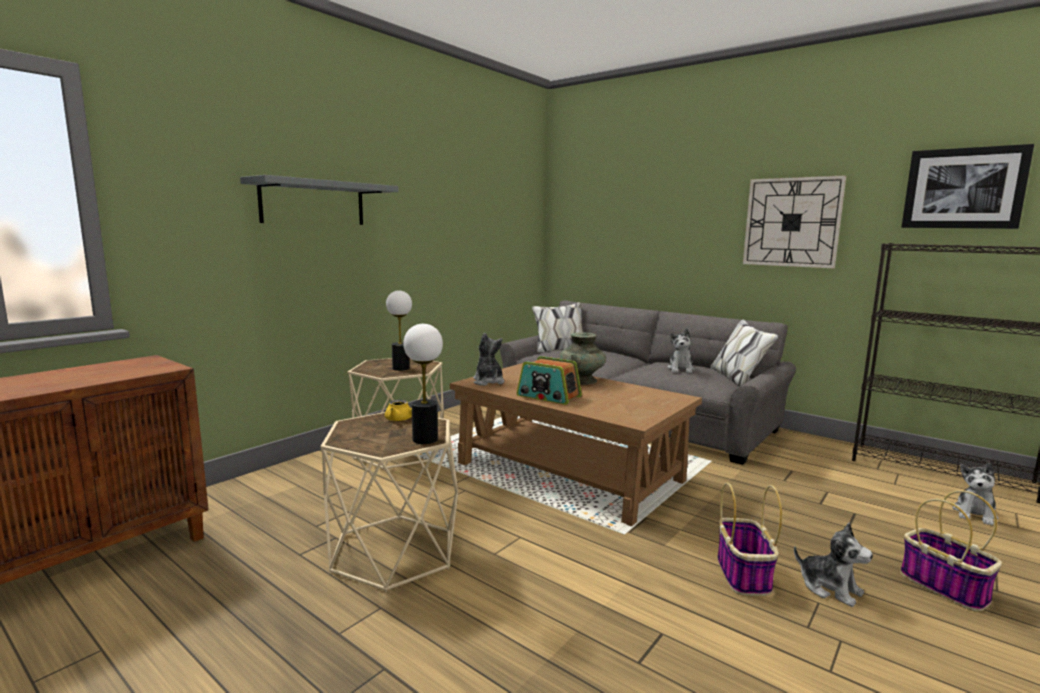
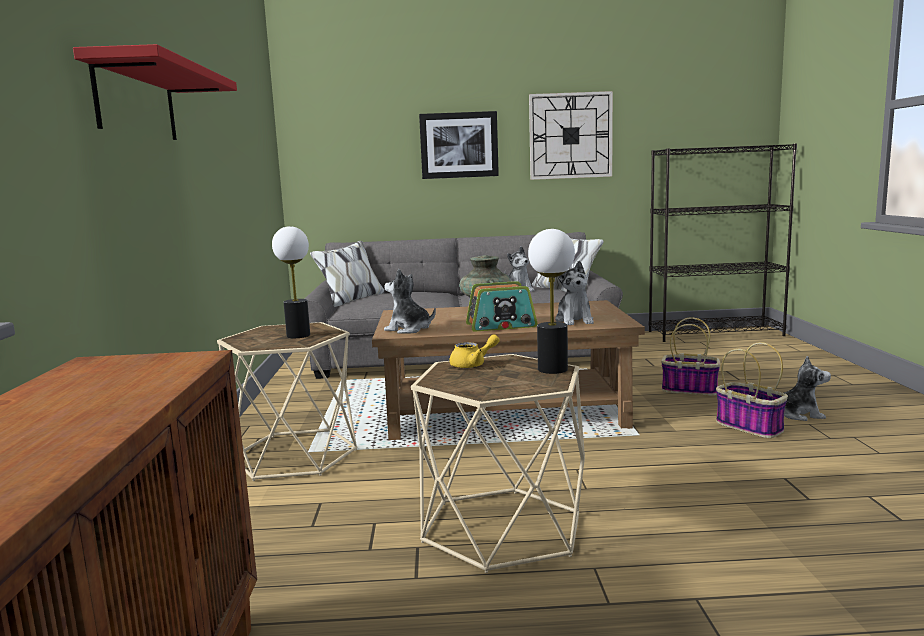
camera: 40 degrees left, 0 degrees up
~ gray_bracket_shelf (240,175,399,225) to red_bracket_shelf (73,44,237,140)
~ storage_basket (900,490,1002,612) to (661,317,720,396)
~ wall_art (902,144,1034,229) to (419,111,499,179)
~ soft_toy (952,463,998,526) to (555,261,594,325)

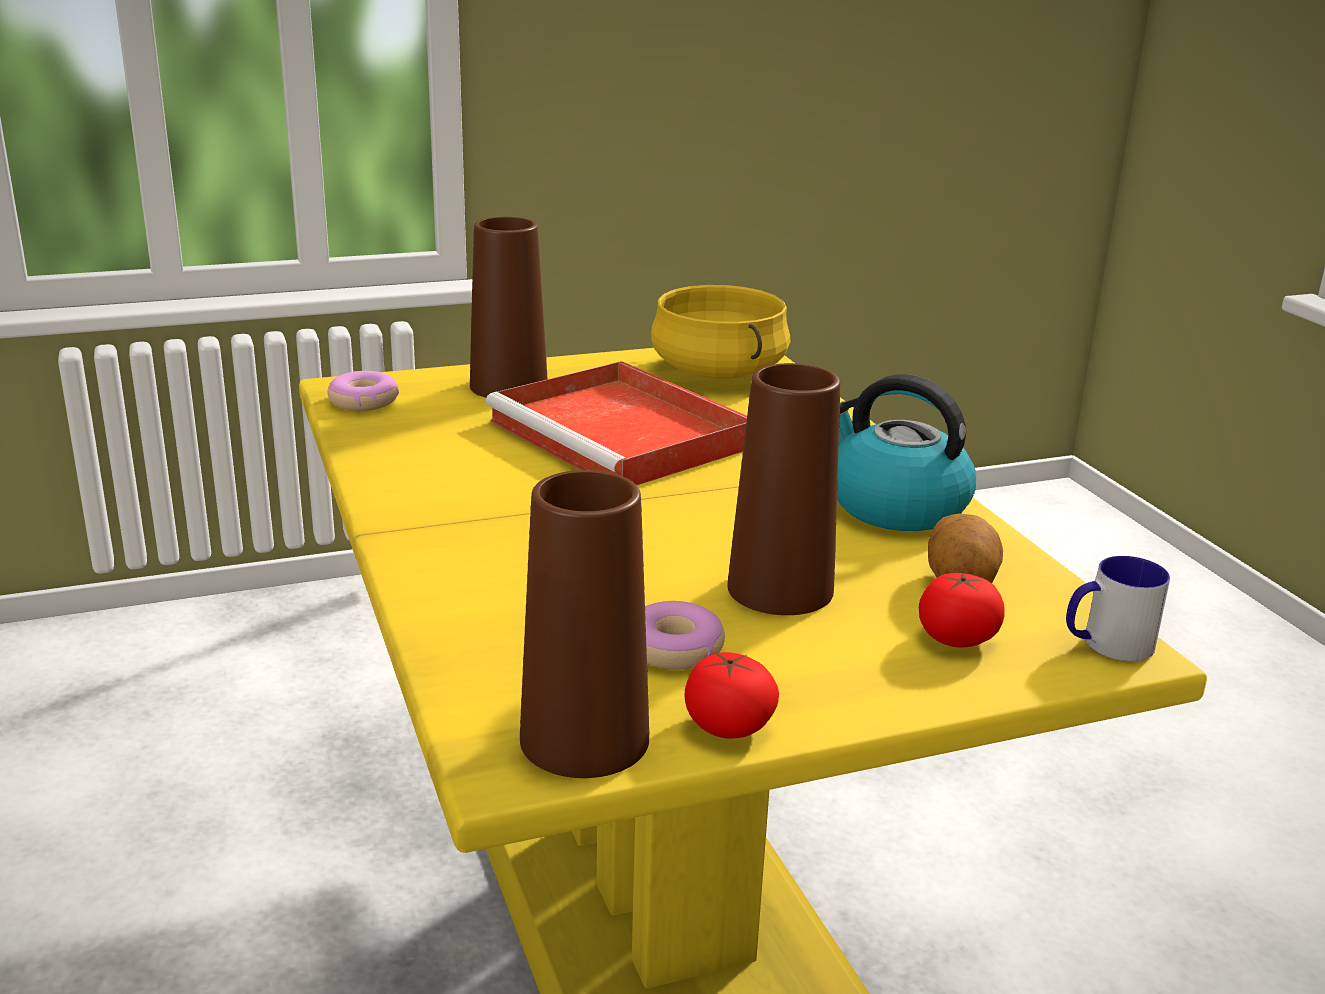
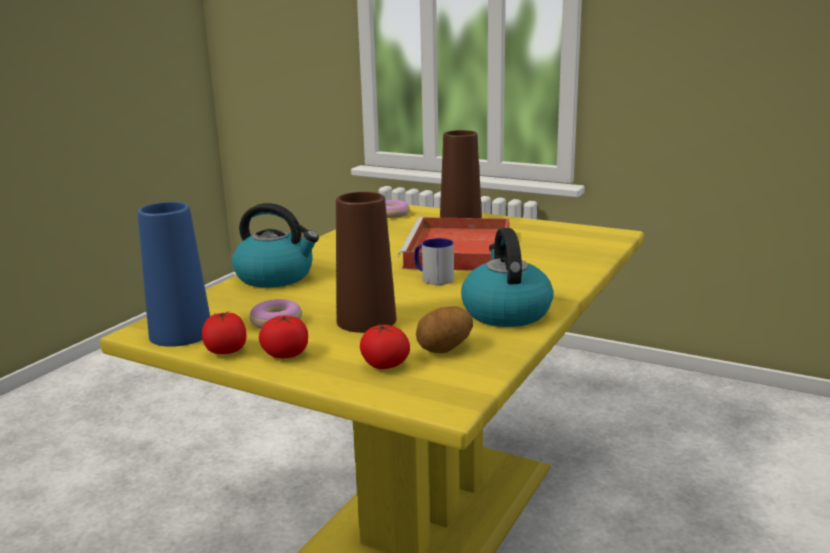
camera: 50 degrees right, 5 degrees down
~ brown-coloured_decorative_vase (520,470,649,778) to blue_decorative_vase (137,202,210,347)
- yellow-coloured_saucepot (651,285,790,379)
~ tea_mug (1066,556,1170,661) to (414,238,454,285)
+ tea_kettle (232,203,319,288)
+ fresh_tomato (259,315,308,358)

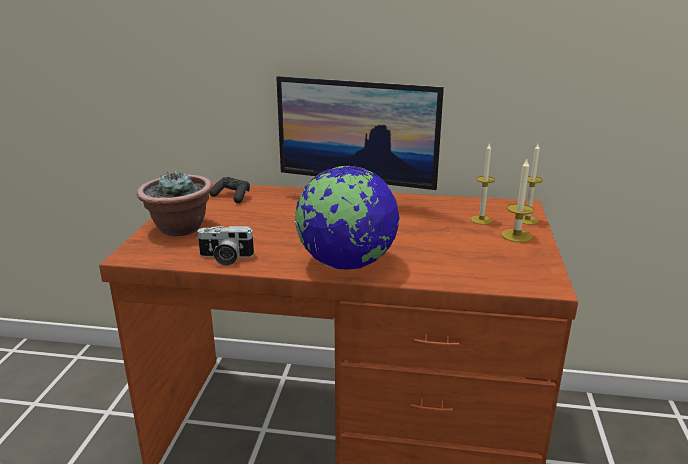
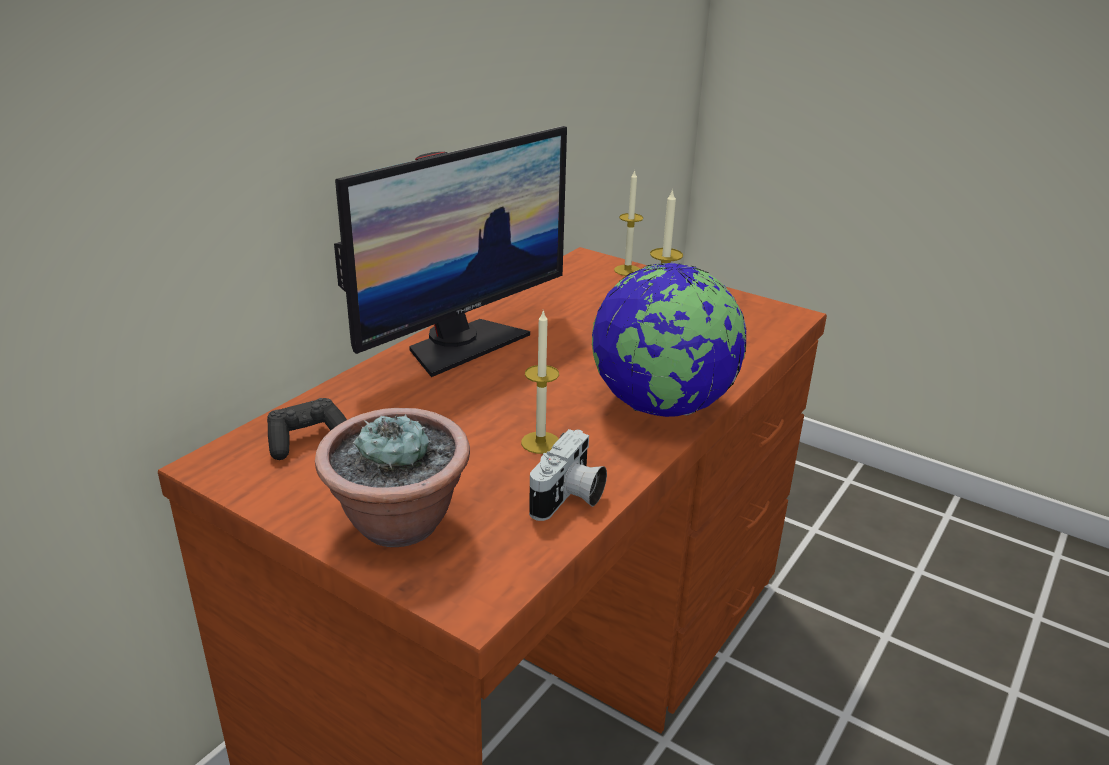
camera: 65 degrees left, 5 degrees up
~ wax_candle (471,143,495,225) to (521,310,559,454)

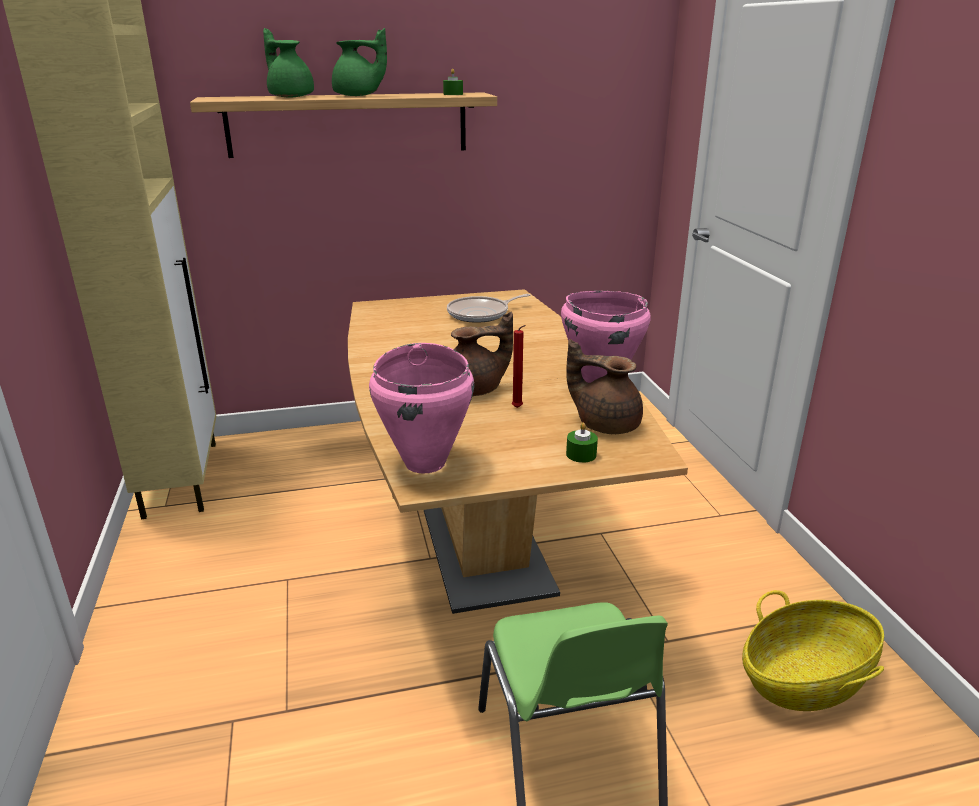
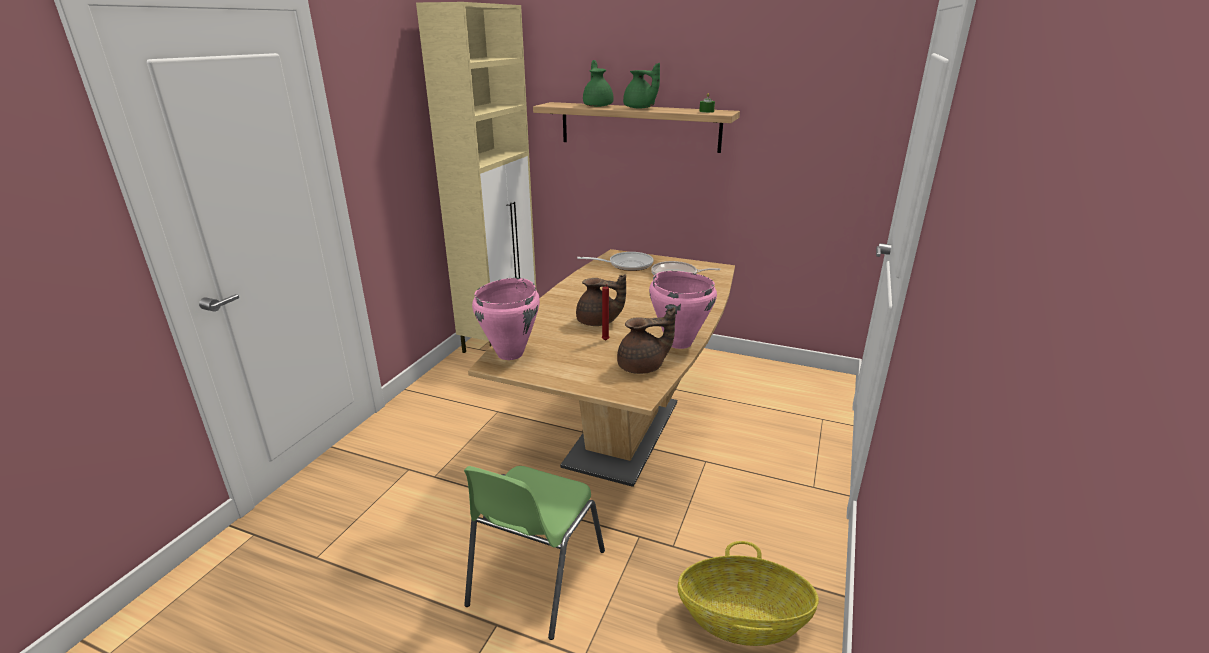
camera: 35 degrees right, 0 degrees up
~ brown-coloured_teapot (566,339,643,434) = (617,307,676,374) 105 degrees clockwise
- greenish_wax_candle (566,423,598,463)
+ frying_pan (577,252,654,271)

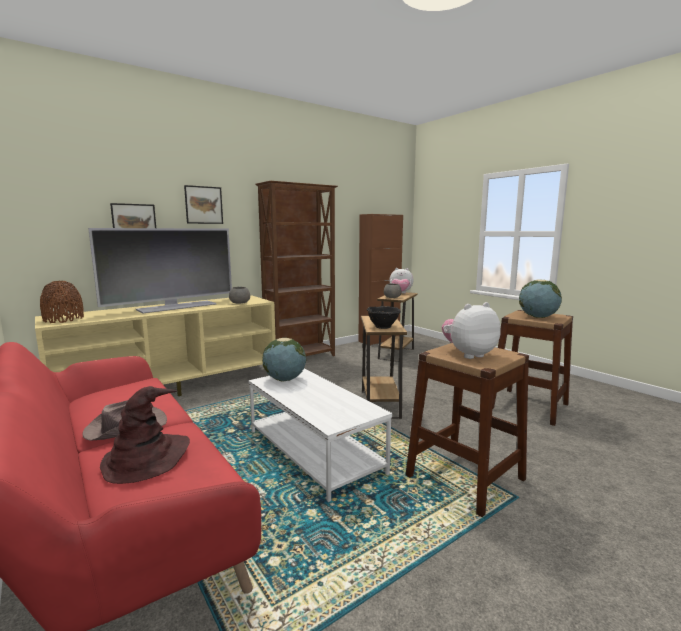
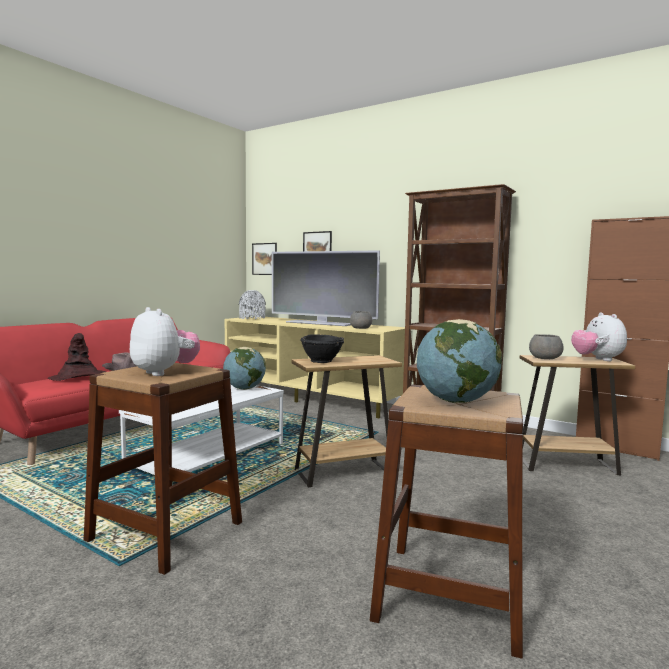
camera: 70 degrees right, 5 degrees down
~ brown-coloured_decorative_vase (40,281,84,323) to gray_decorative_vase (239,290,266,319)
~ wall_art (184,185,223,224) to (252,243,277,275)

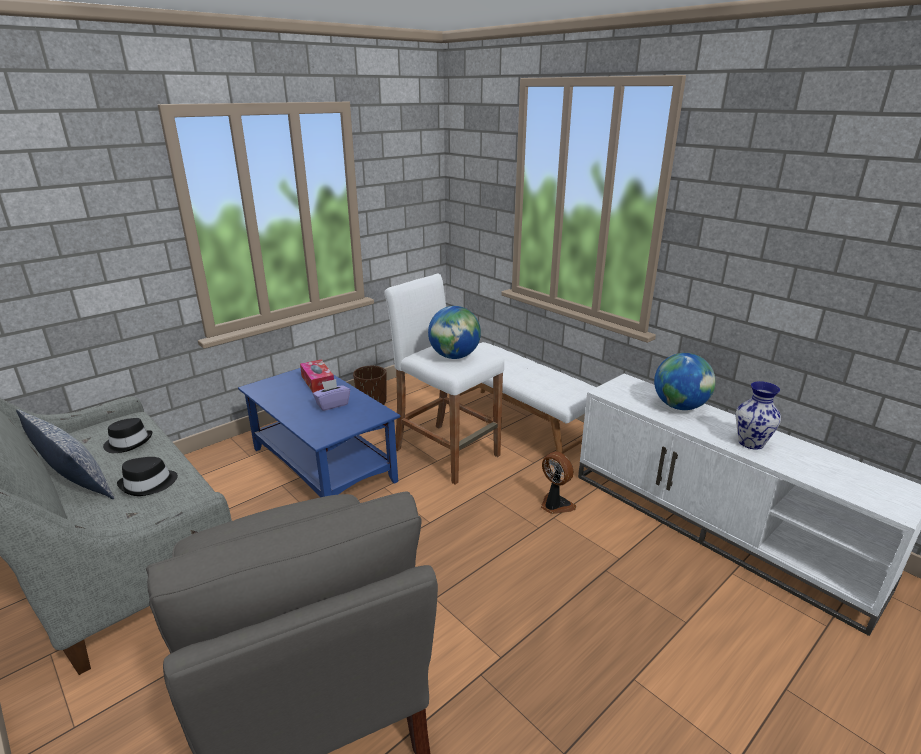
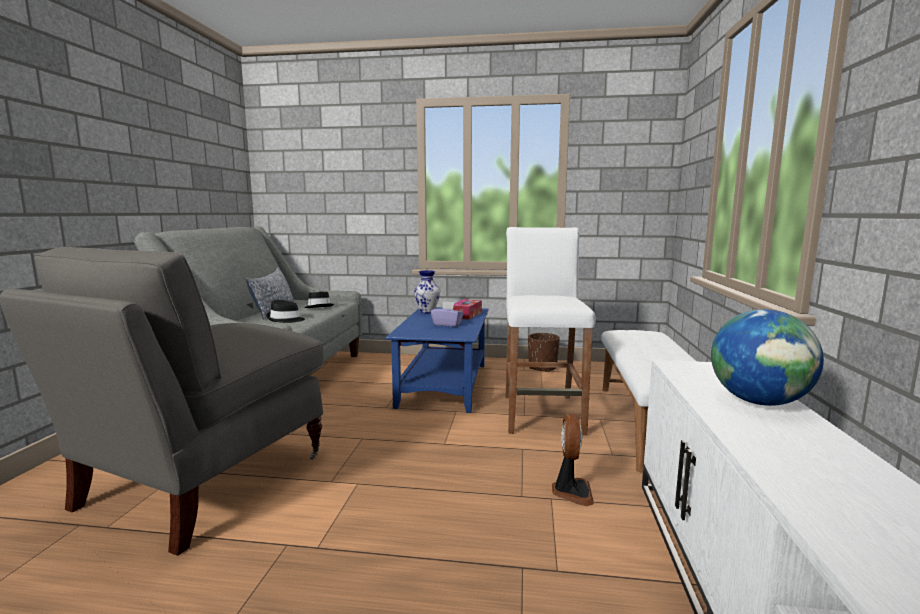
camera: 50 degrees right, 15 degrees down
- desk_globe (428,306,481,359)
~ decorative_vase (736,381,781,450) to (414,270,440,313)

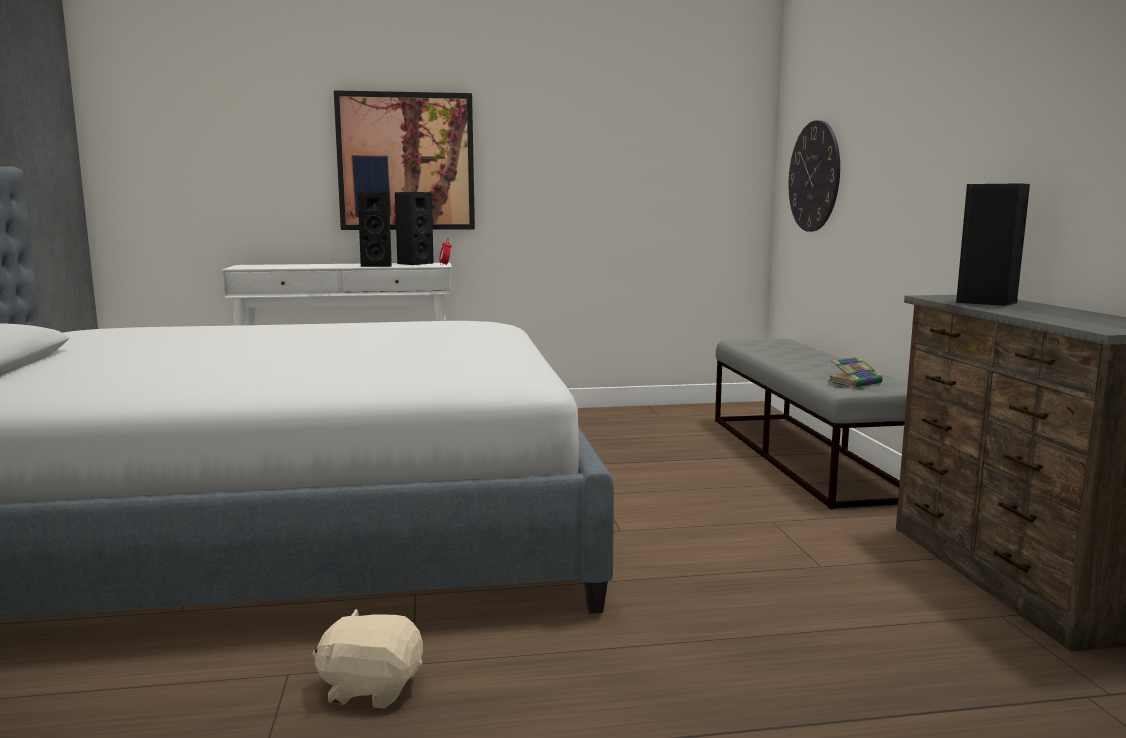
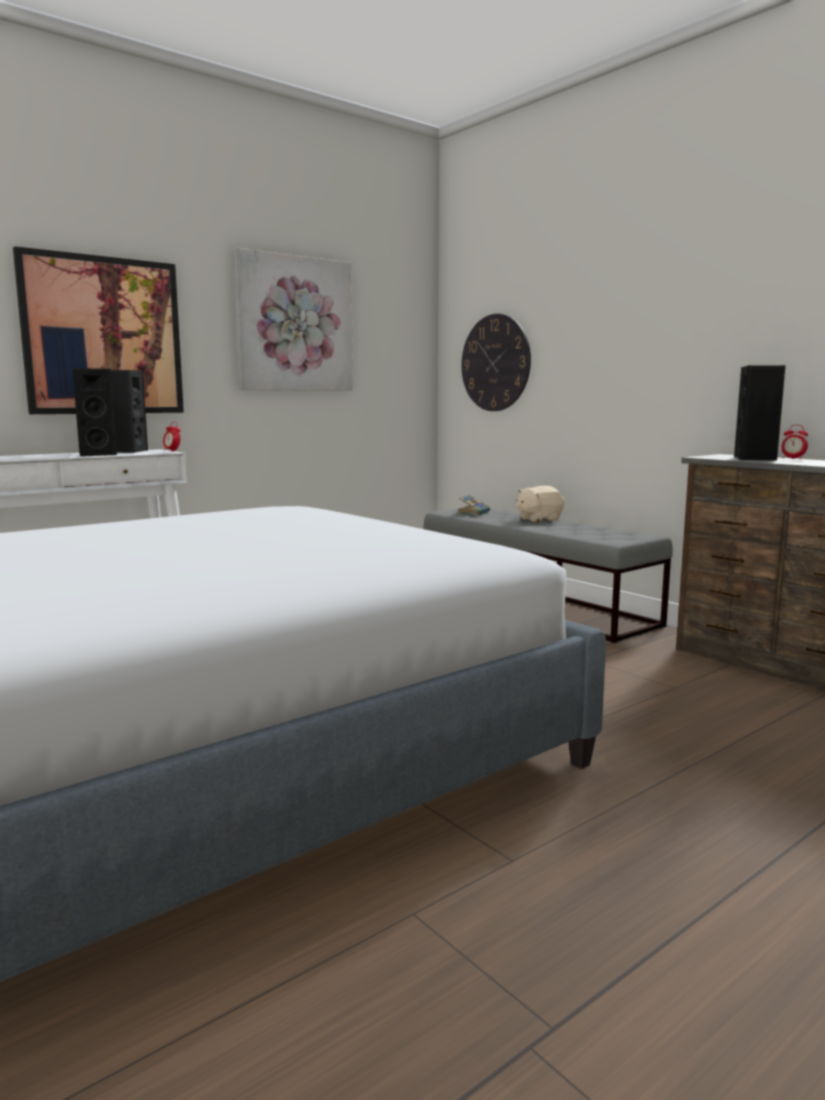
camera: 30 degrees left, 0 degrees up
~ beige_soft_toy (312,609,423,709) to (516,486,564,522)
~ volume (827,357,883,388) to (457,495,490,515)
+ wall_art (233,248,353,391)
+ table_clock (782,425,808,459)

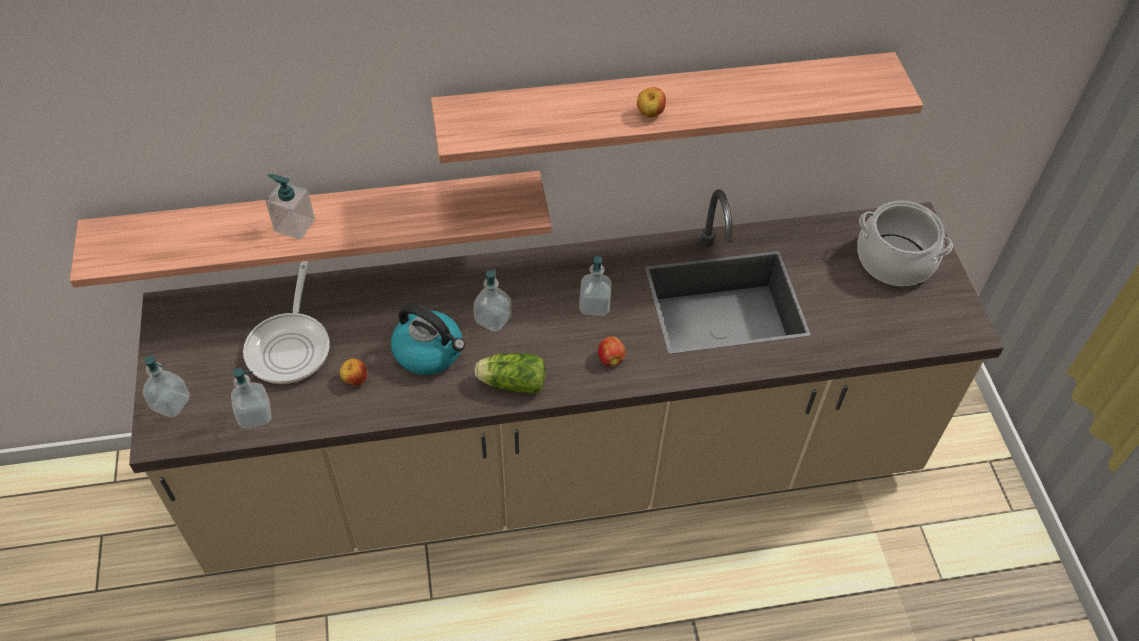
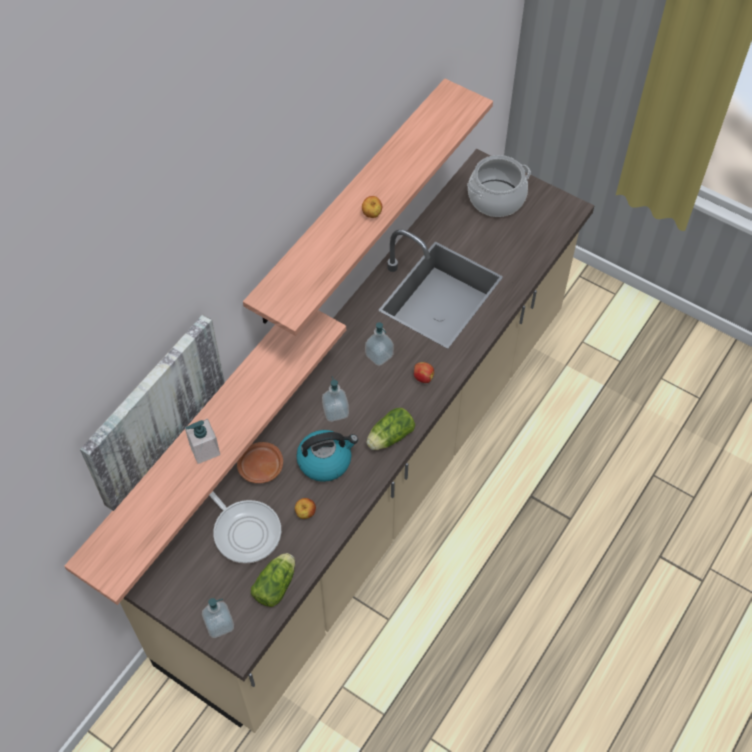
camera: 45 degrees left, 5 degrees up
~ liquid_soap_bottle (231,368,272,429) to lettuce_head (251,553,295,607)
+ wall_art (80,315,225,511)
+ brown-coloured_plate (237,442,283,483)

